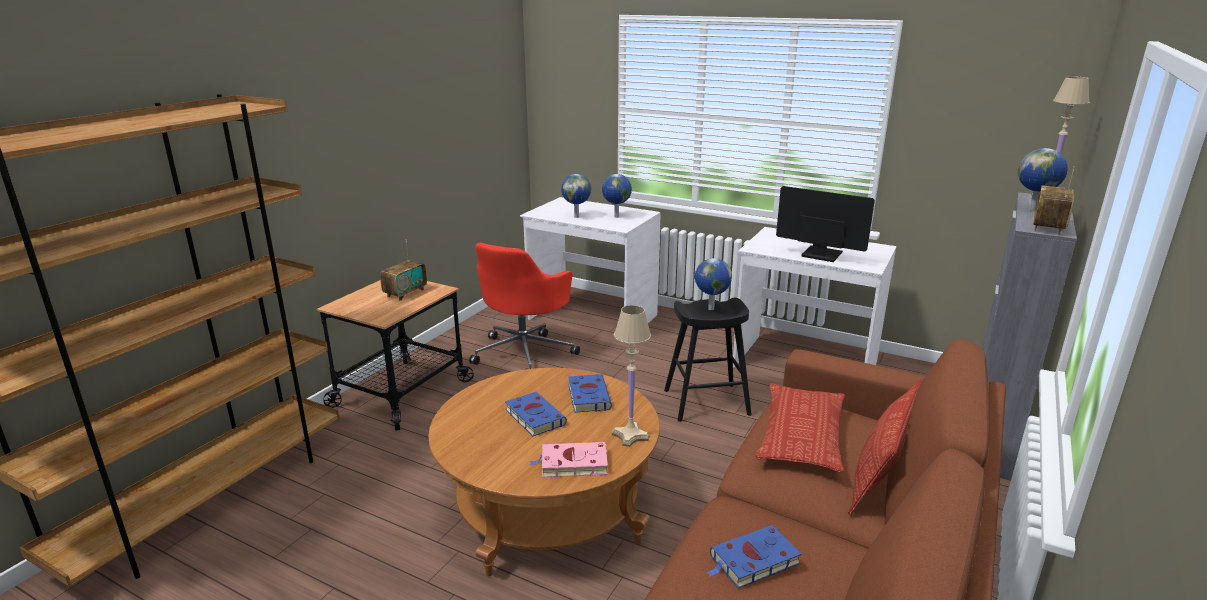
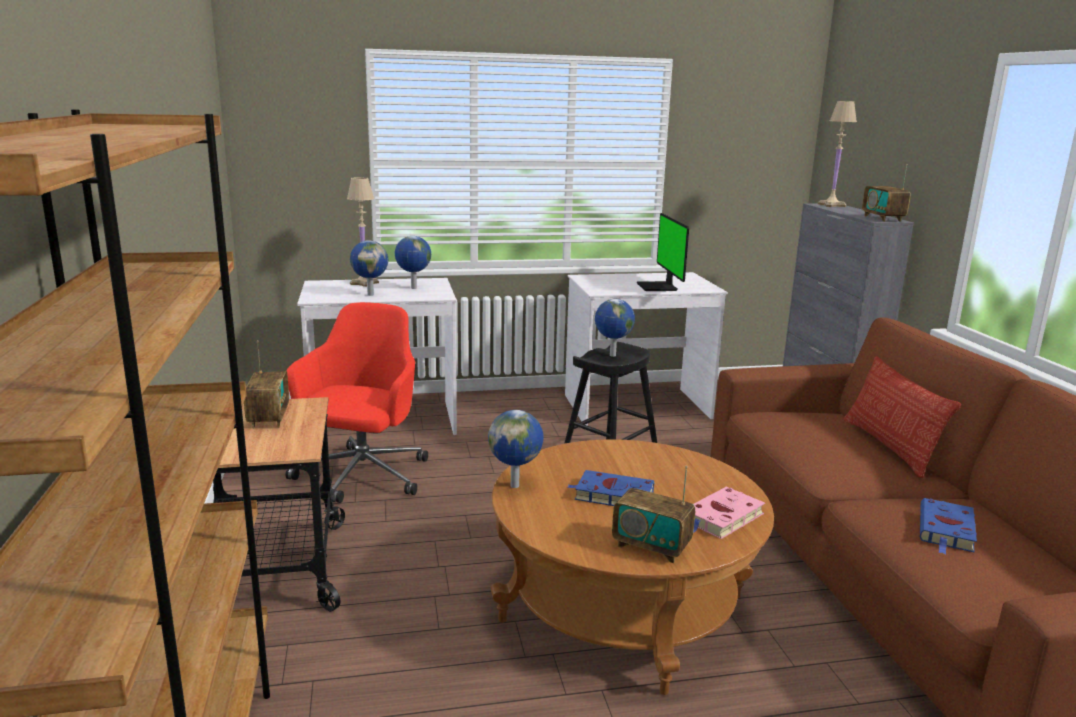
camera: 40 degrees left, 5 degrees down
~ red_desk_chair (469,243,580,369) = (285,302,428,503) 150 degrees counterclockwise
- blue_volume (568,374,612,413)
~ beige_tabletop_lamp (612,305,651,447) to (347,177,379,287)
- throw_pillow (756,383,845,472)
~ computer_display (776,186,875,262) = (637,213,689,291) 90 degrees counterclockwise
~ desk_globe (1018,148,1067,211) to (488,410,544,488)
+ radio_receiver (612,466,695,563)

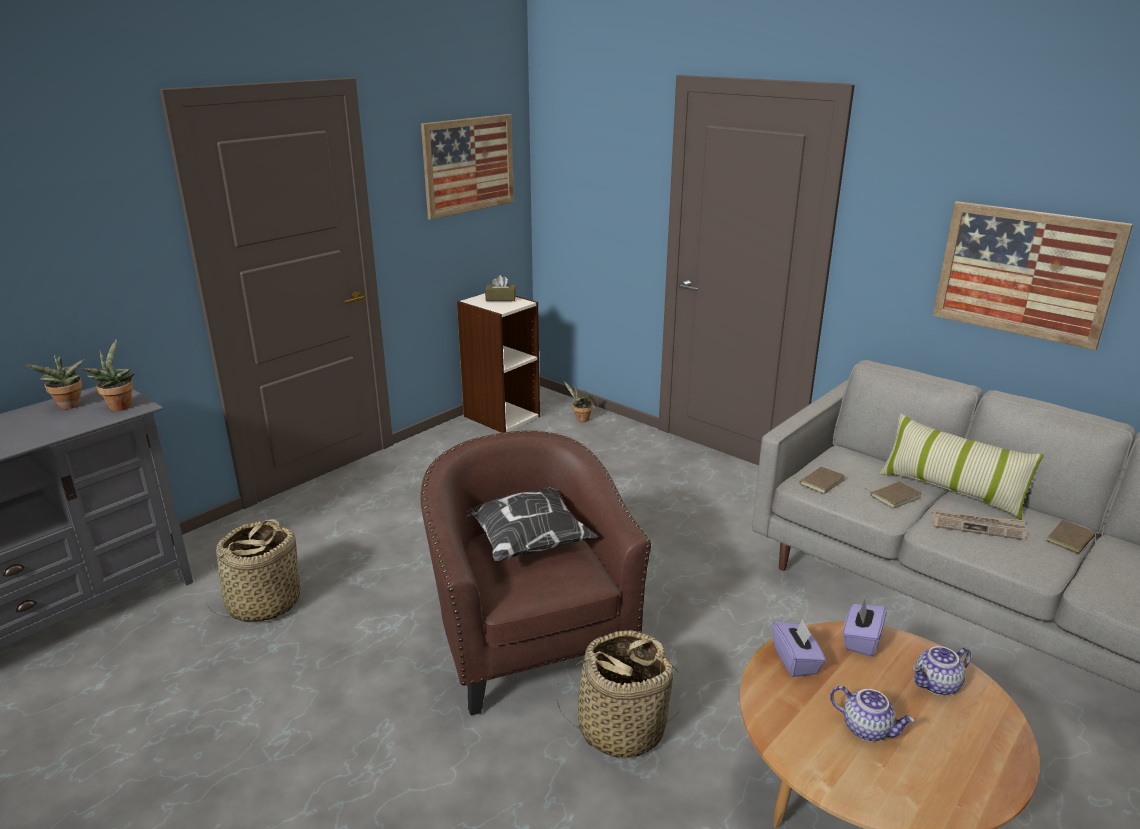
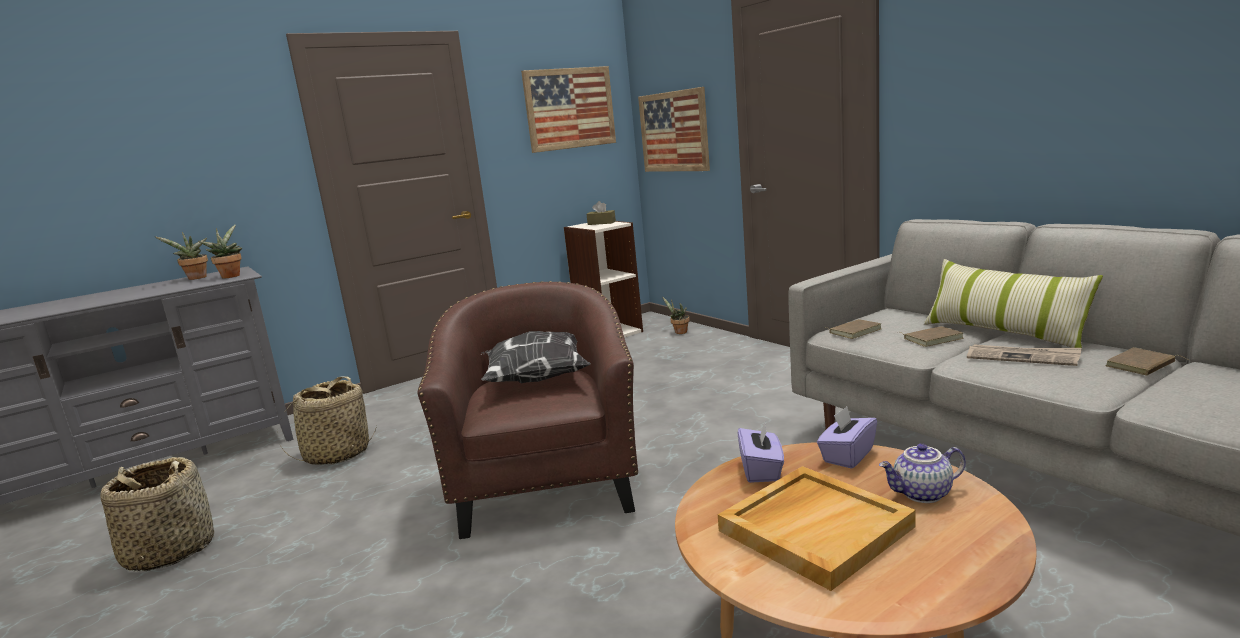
camera: 15 degrees right, 10 degrees down
~ storage_basket (556,630,680,759) to (100,457,214,571)
~ teapot (830,686,915,741) to beige_carrying_tray (718,466,916,591)
~ wall_art (933,201,1133,350) to (638,87,710,172)

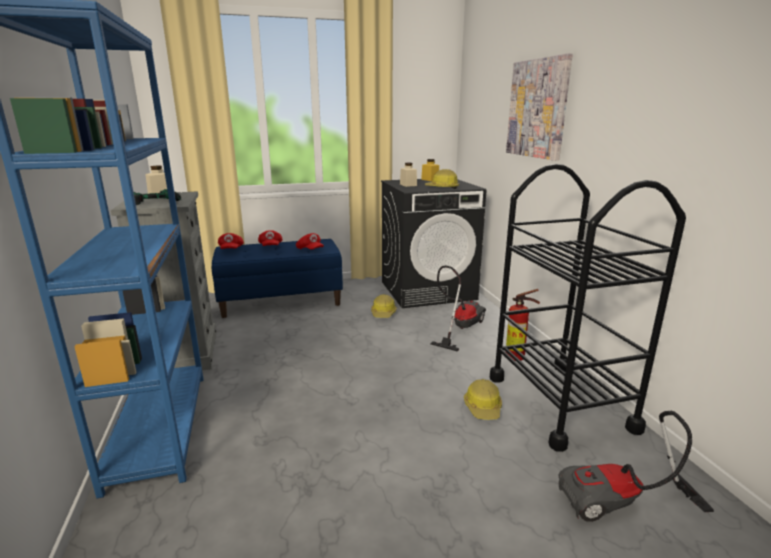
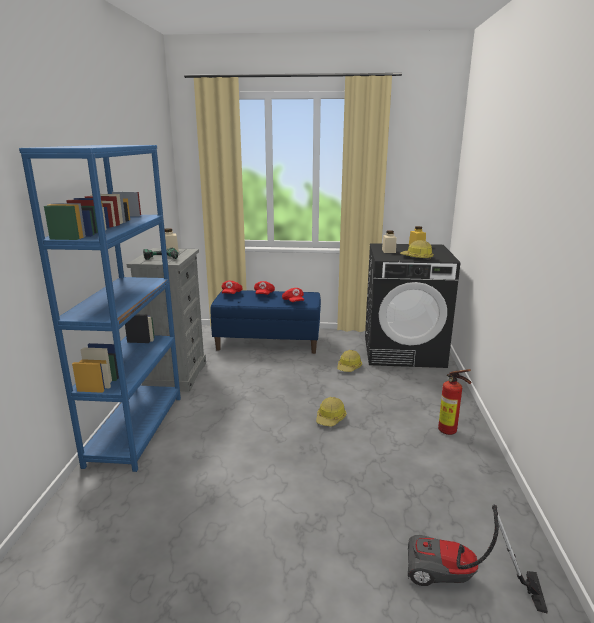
camera: 20 degrees right, 0 degrees up
- hoover (430,266,486,352)
~ hard_hat (464,379,502,420) to (316,397,347,427)
- black-coloured_wheeled_cart (490,164,686,452)
- wall_art (506,53,573,161)

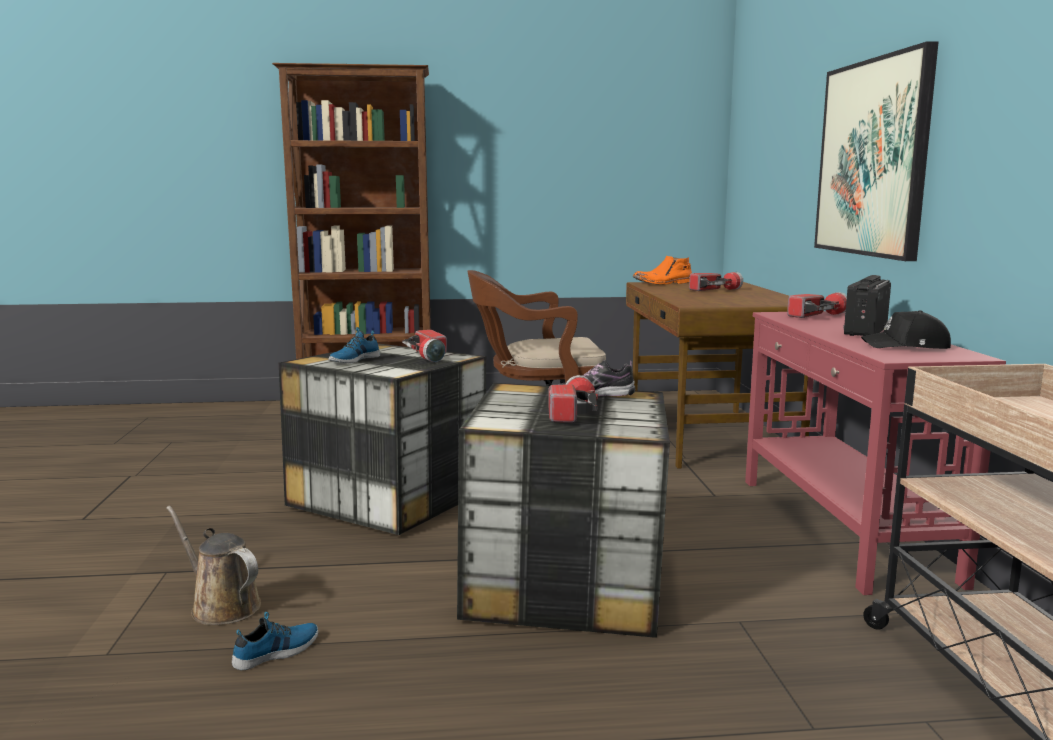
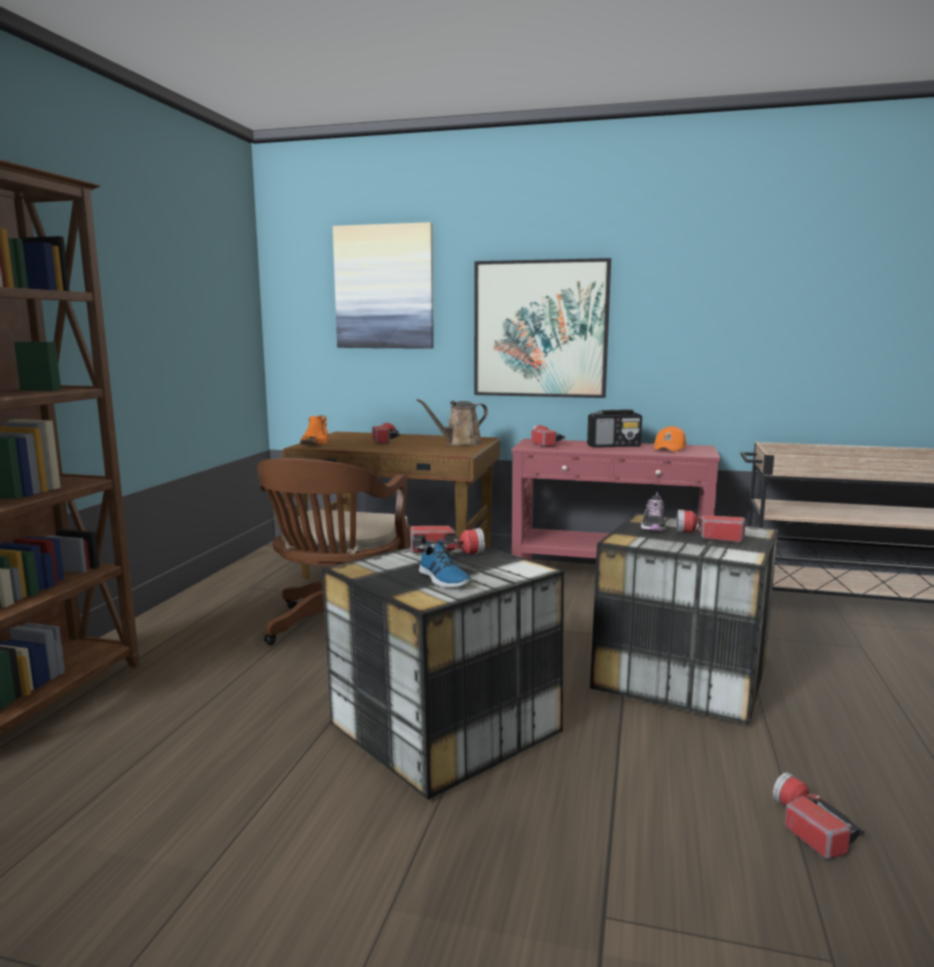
camera: 70 degrees left, 0 degrees up
~ brown-coloured_watering_can (166,506,261,625) to (416,399,488,446)
~ shoe (232,612,318,670) to torch (772,772,865,859)
~ radio_receiver (843,275,891,336) = (587,410,642,448) 60 degrees counterclockwise
~ black-coloured_baseball_cap (861,310,951,349) to orangey_baseball_cap (654,426,686,452)
+ wall_art (333,222,434,349)

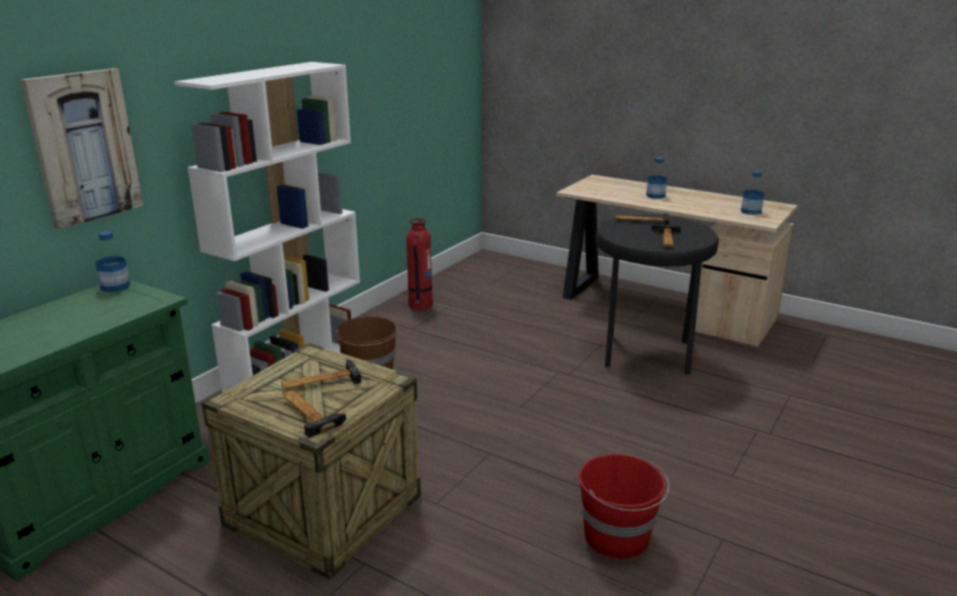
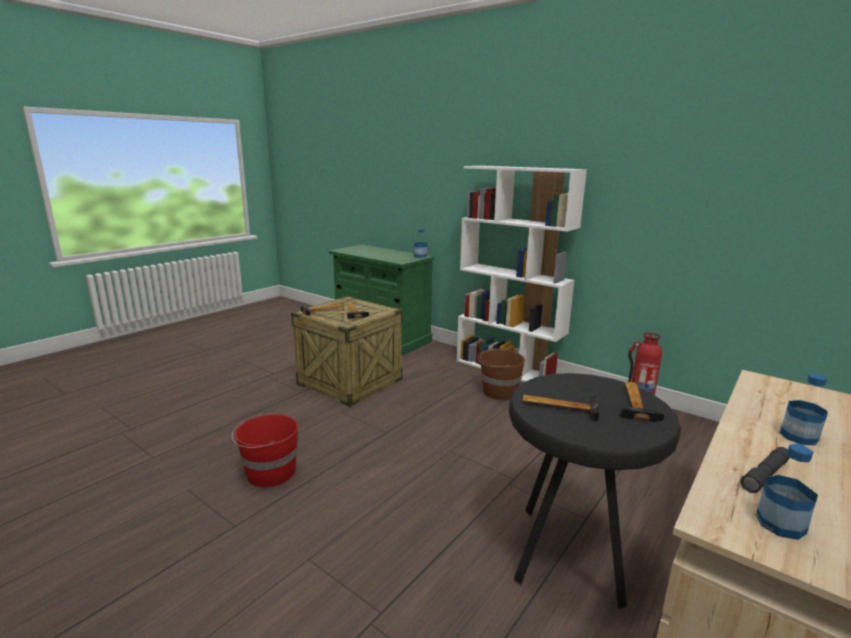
camera: 95 degrees right, 5 degrees down
- wall_art (20,68,143,229)
+ gray_torch (740,447,790,493)

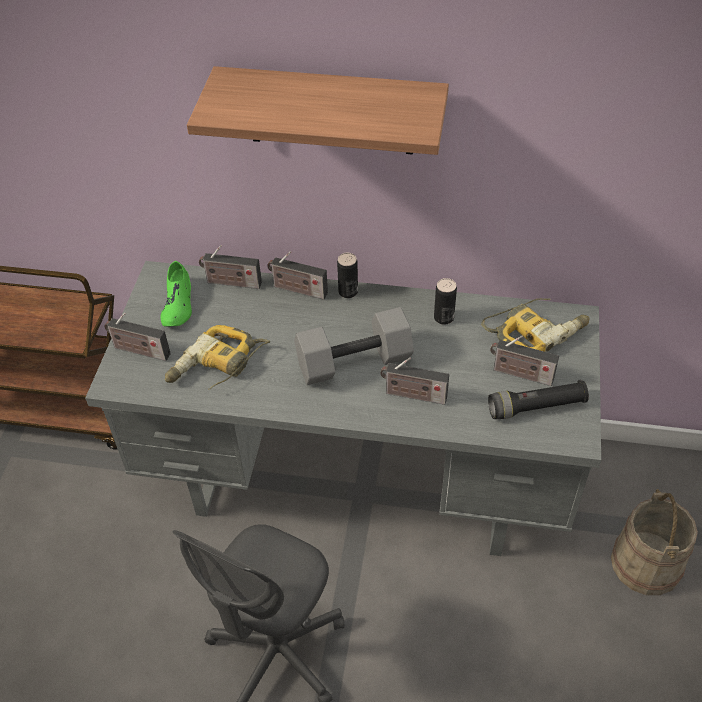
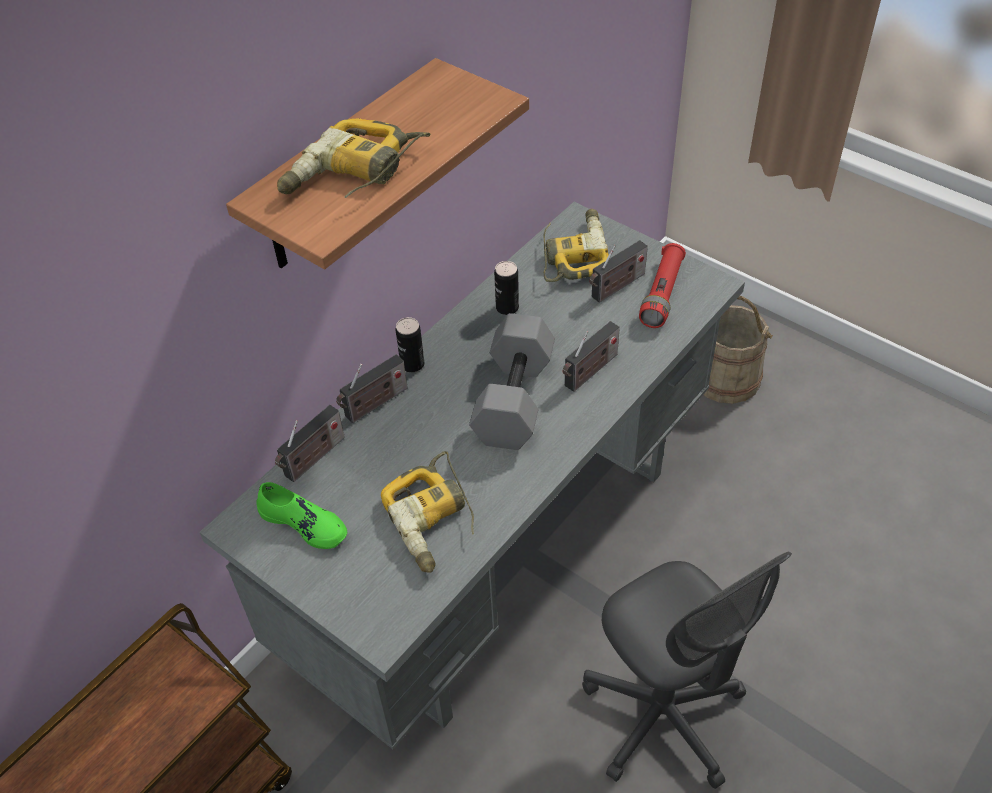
camera: 60 degrees left, 0 degrees up
- radio_receiver (104,313,171,361)
~ black-coloured_torch (488,380,589,419) to red_torch (639,243,686,328)
+ electric_drill (277,118,430,198)

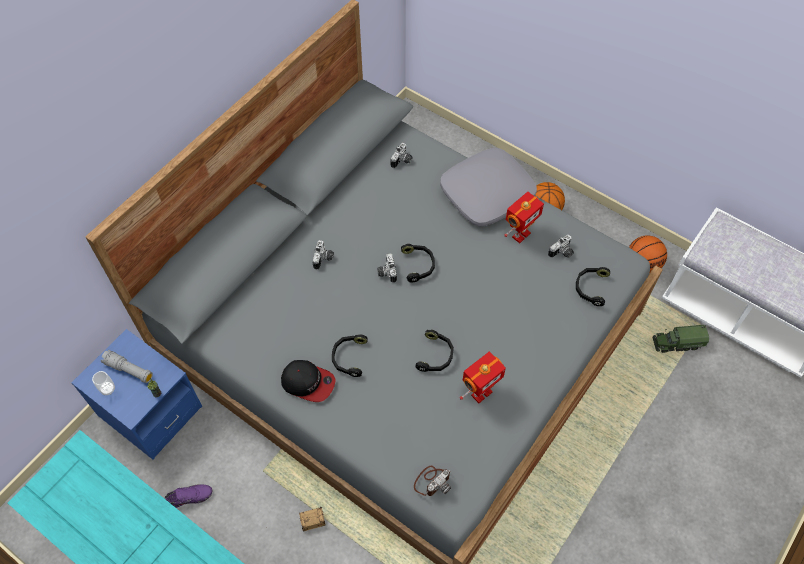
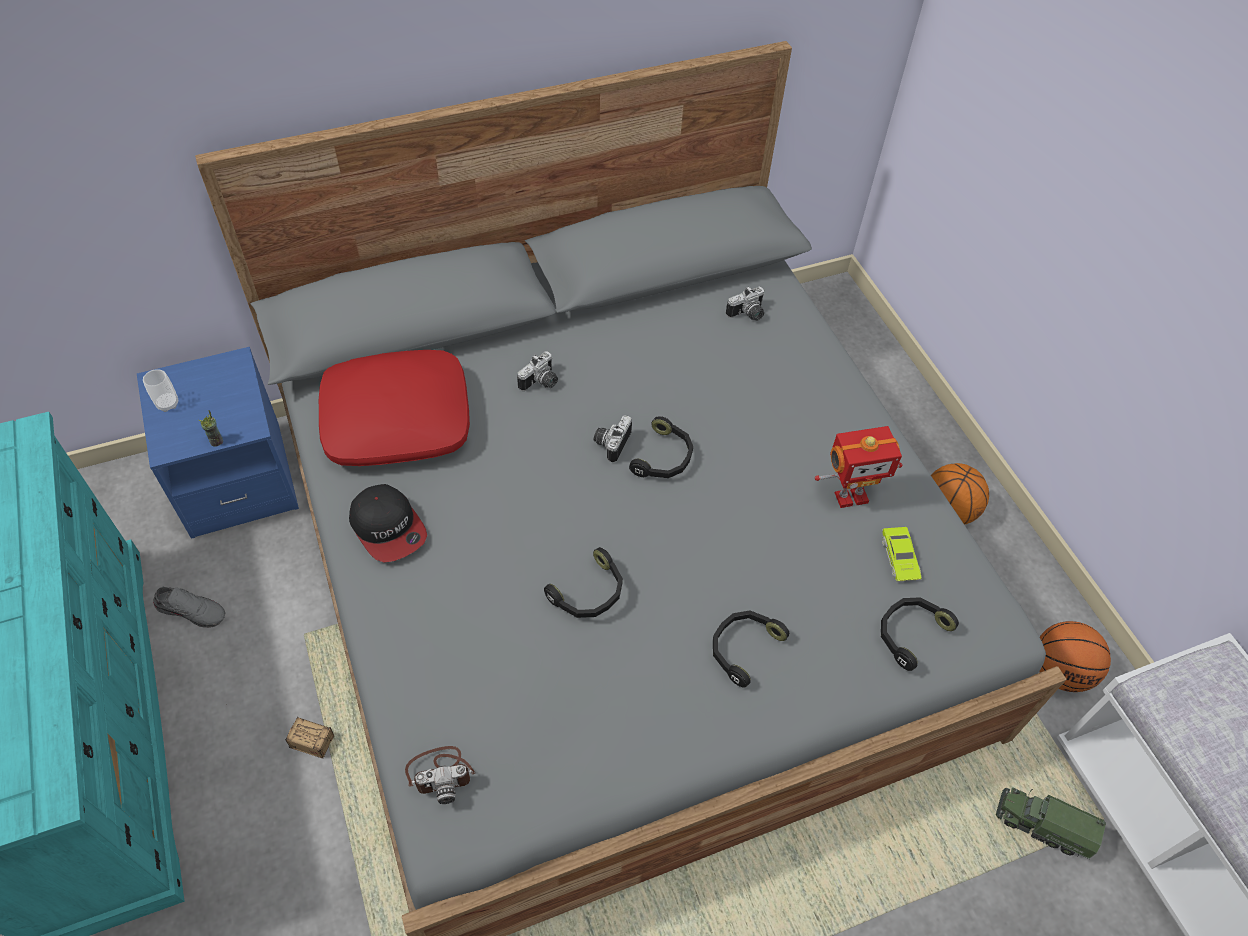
camera: 30 degrees right, 5 degrees down
- gray_torch (101,350,153,383)
~ purplish_shoe (164,484,212,508) to gray_shoe (153,587,225,628)
~ black-coloured_headphones (332,334,368,377) to (713,610,790,688)
- gray_throw_pillow (440,148,537,226)
- robot_figure (460,351,506,403)
~ photo_camera (548,235,574,258) to greenish_model_car (882,527,922,582)
+ red_throw_pillow (319,350,470,466)

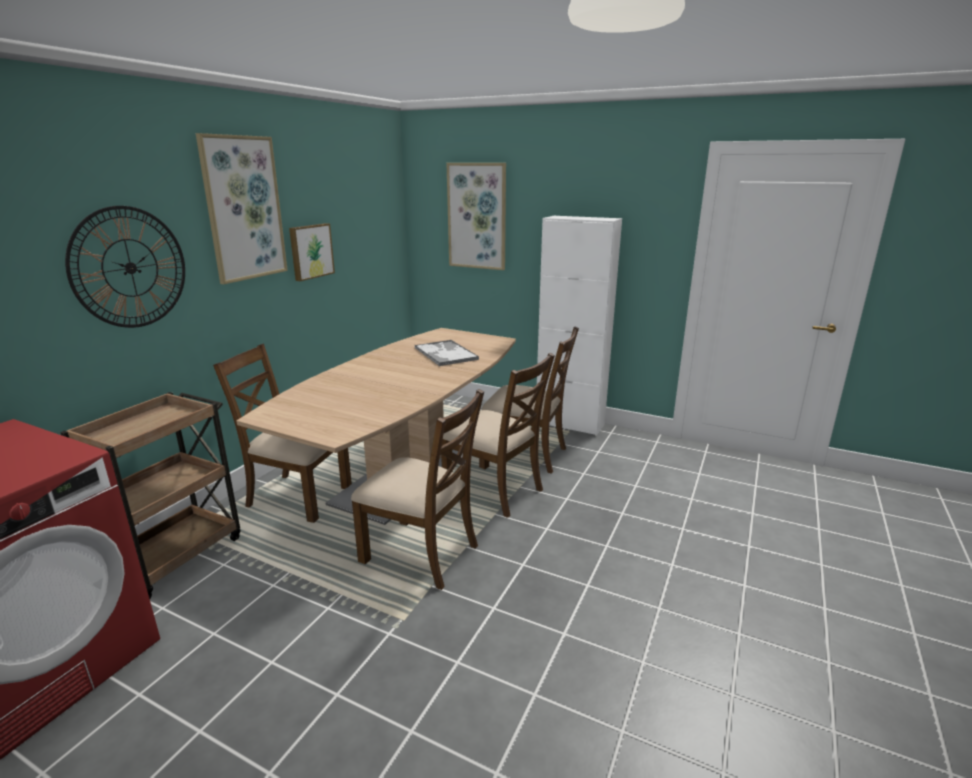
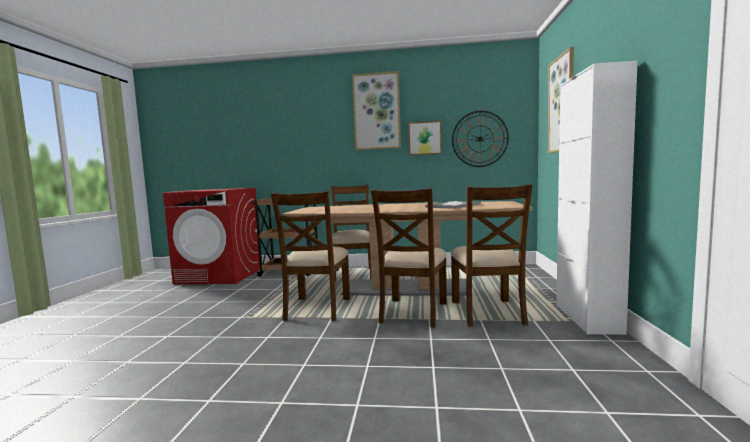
camera: 70 degrees right, 15 degrees down
~ clock_on_the_wall (65,206,185,328) to (452,111,509,167)

